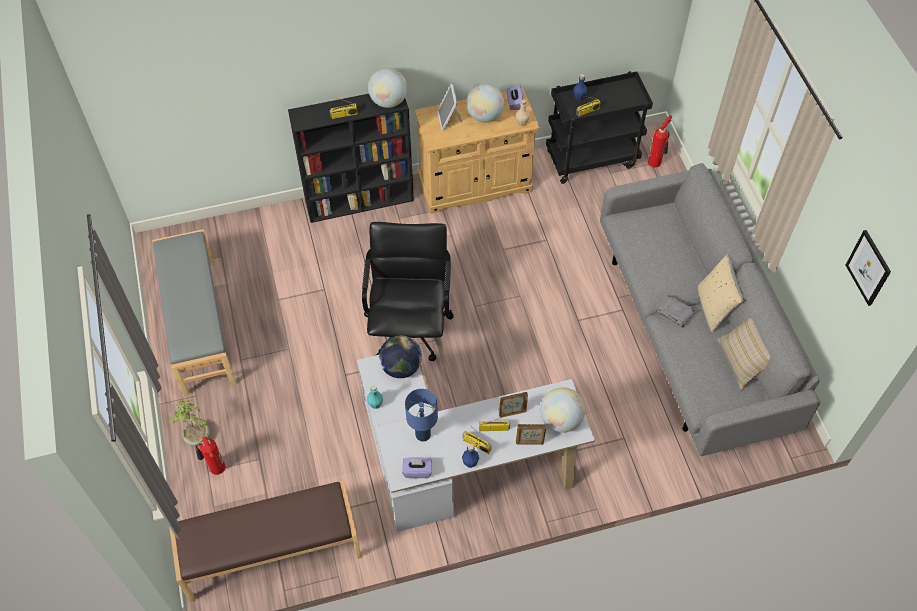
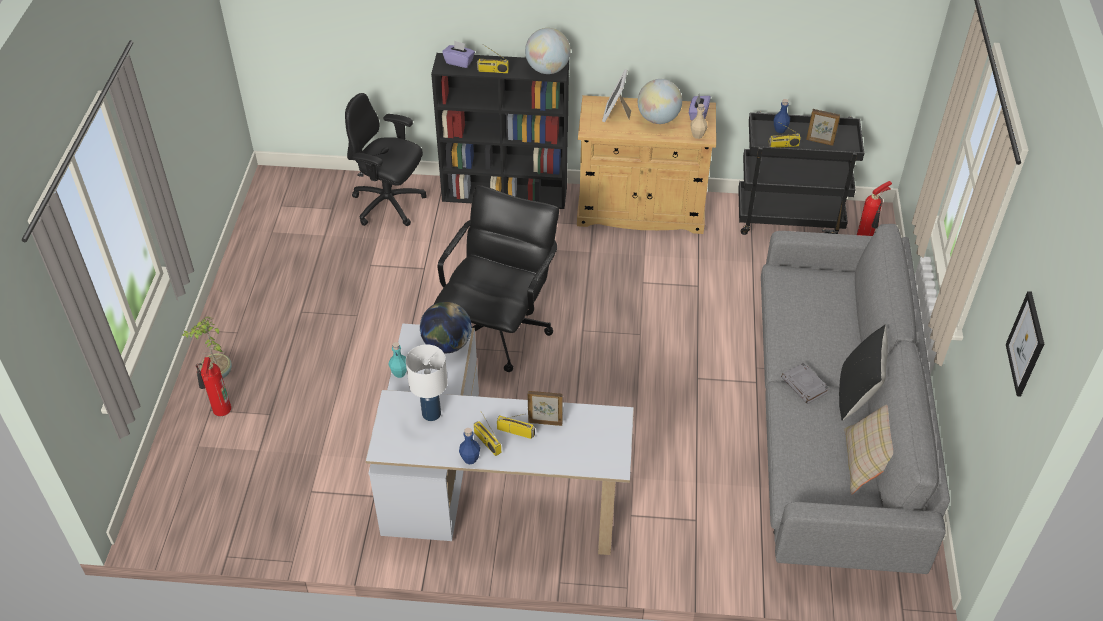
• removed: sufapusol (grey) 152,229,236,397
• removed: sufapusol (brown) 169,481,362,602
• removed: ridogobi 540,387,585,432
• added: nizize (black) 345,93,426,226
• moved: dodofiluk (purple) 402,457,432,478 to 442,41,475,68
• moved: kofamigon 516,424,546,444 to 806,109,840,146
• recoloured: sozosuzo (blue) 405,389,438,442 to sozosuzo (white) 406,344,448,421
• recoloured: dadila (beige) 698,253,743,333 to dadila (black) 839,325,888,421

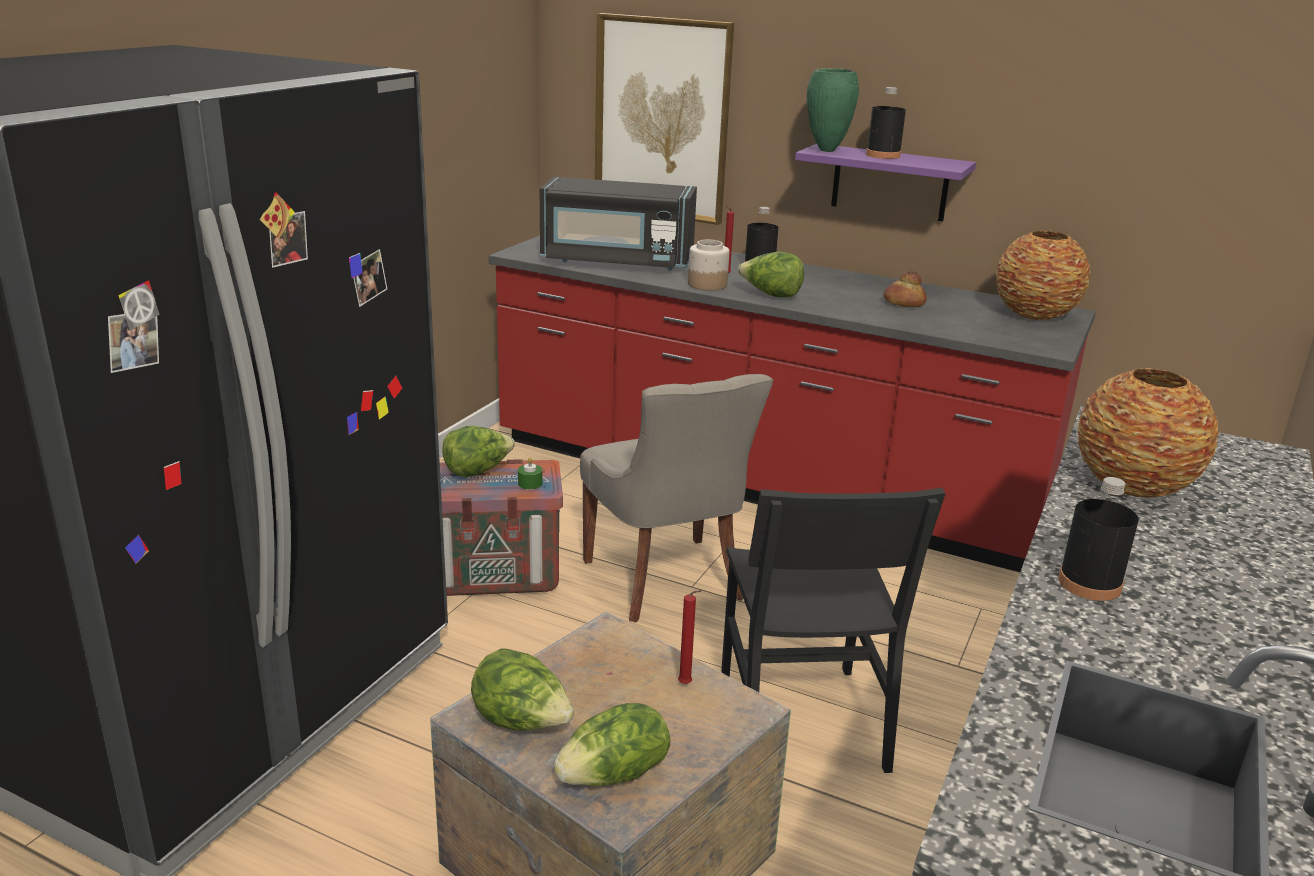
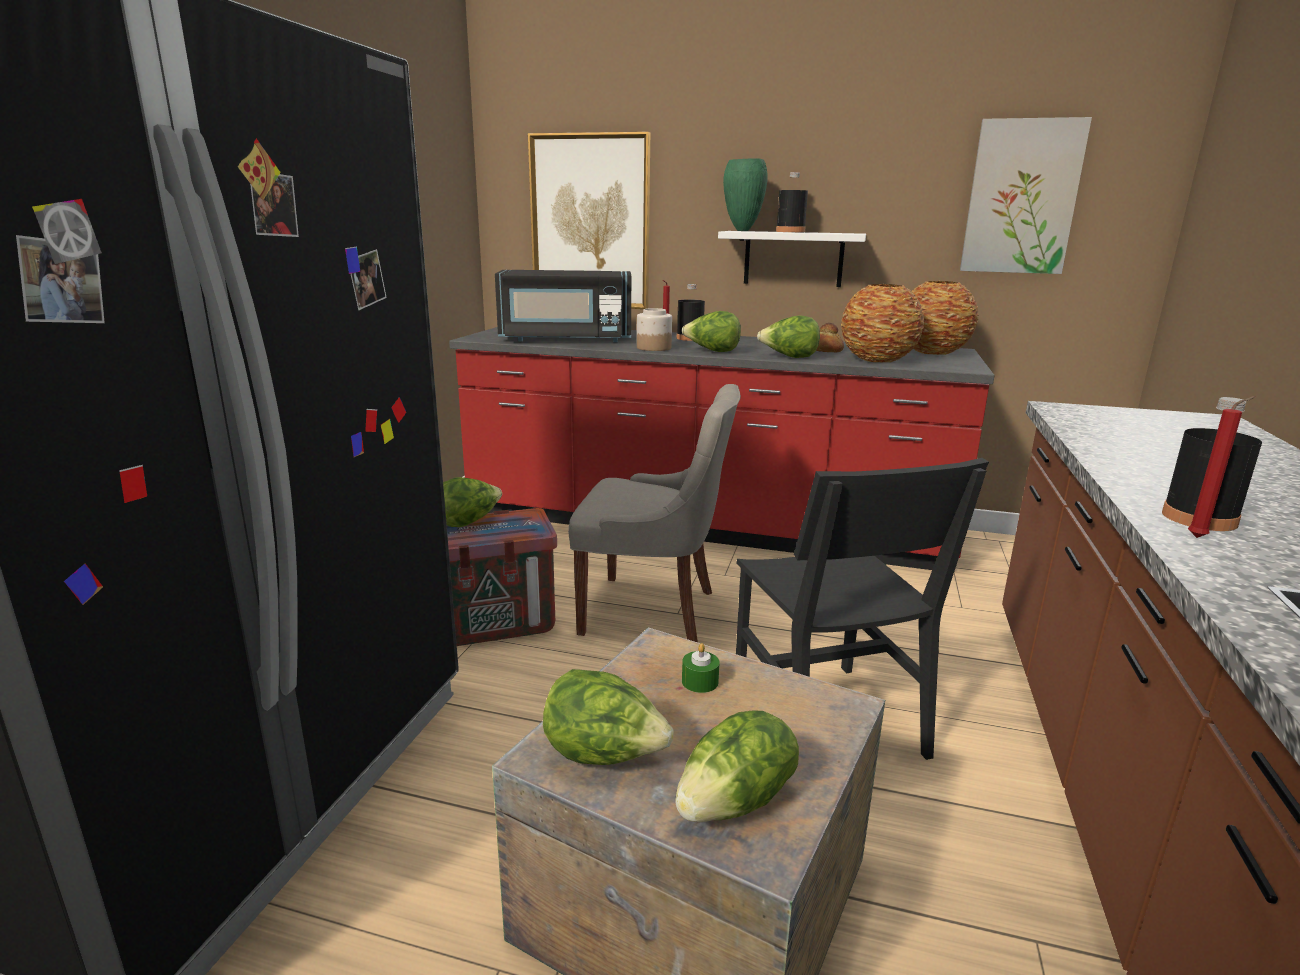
• added: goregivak 757,315,820,358
• added: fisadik 960,117,1092,274
• moved: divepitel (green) 518,458,542,489 to 682,643,720,693
• moved: divepitel (red) 678,590,702,684 to 1188,396,1255,538
• moved: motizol 1077,368,1219,498 to 841,284,924,363
• recoloured: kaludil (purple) 795,144,976,221 to kaludil (white) 718,231,866,287
• turned: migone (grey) 580,374,773,622 = 568,384,741,642 45 degrees counterclockwise

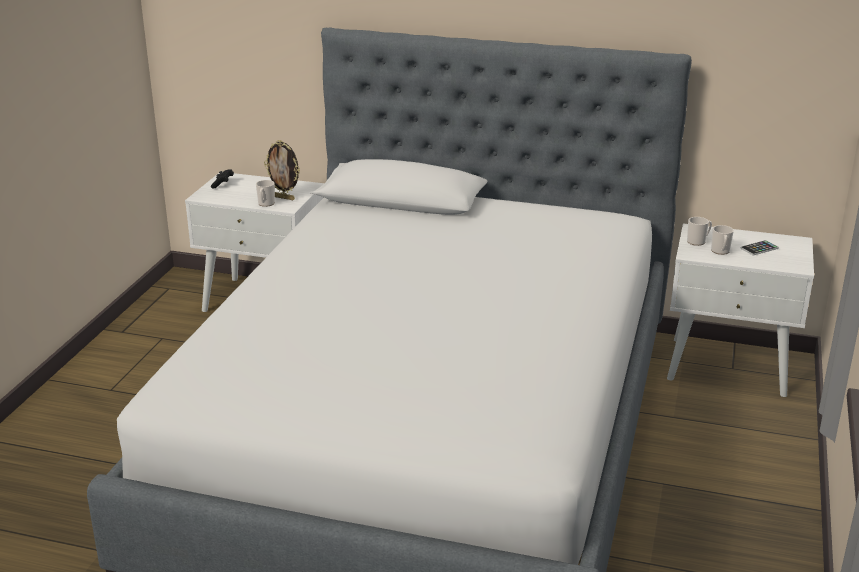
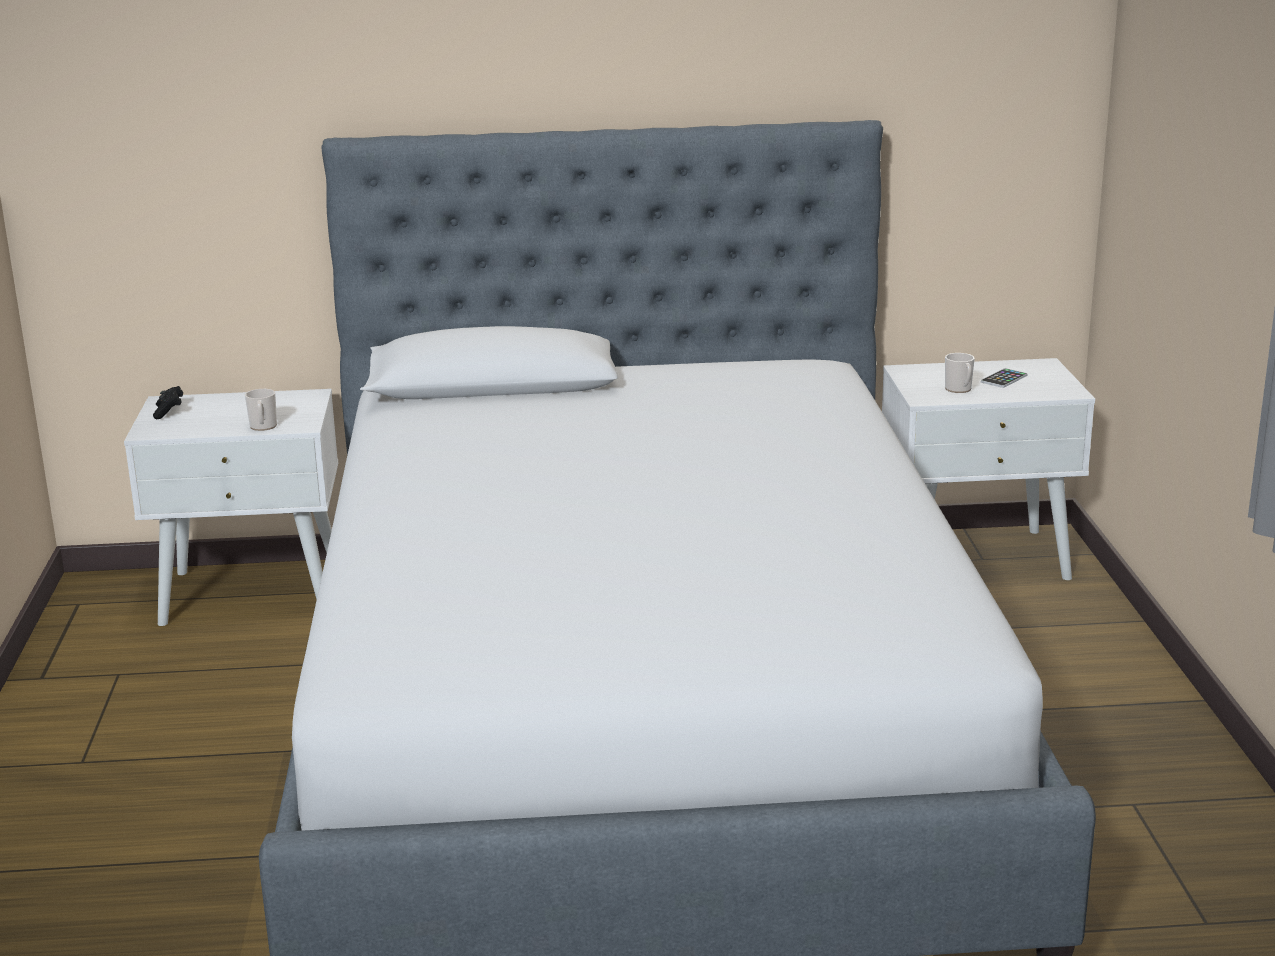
• removed: kofamigon 264,140,300,200
• removed: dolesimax 687,217,712,246

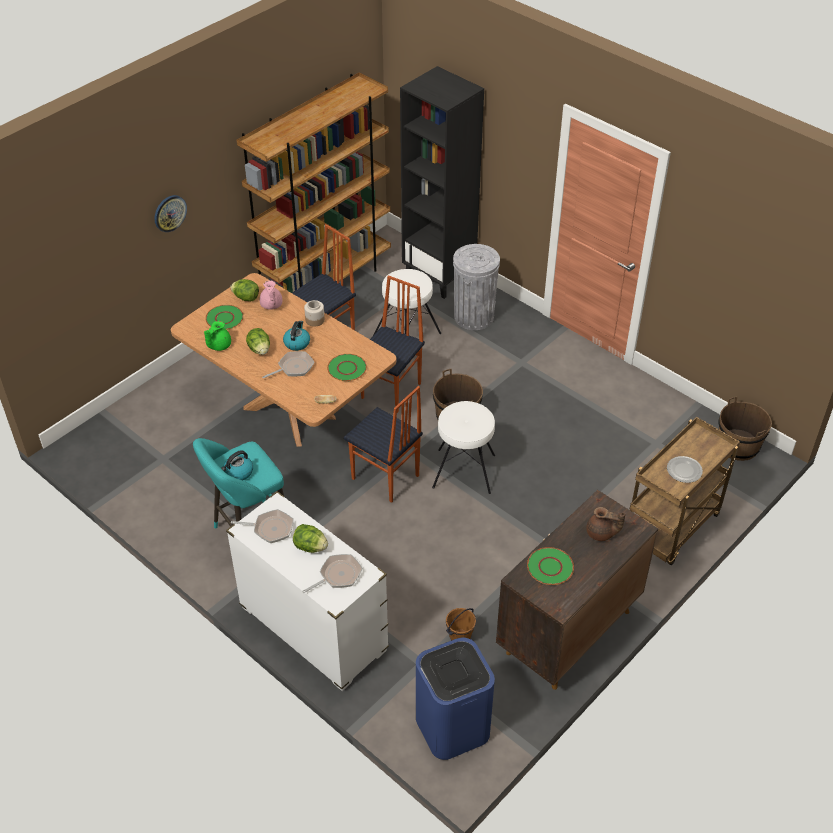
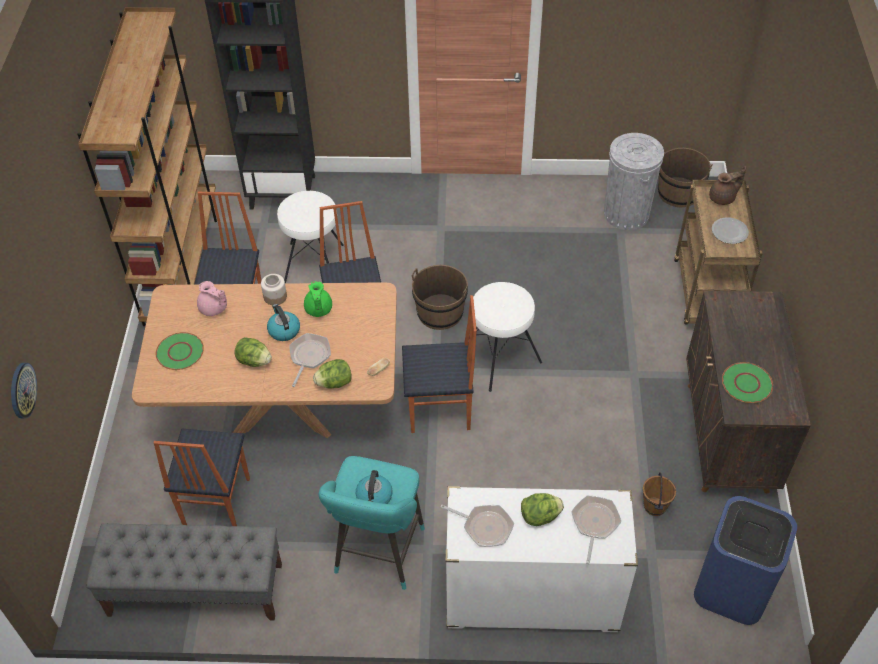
• removed: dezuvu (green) 327,354,367,381
• added: sufapusol (grey) 86,523,282,621
• added: migone 153,429,250,526
• moved: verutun 154,195,187,232 to 11,363,37,419
• moved: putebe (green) 204,321,231,351 to 304,281,332,317
• moved: goregivak 230,279,259,301 to 313,359,352,388
• moved: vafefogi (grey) 453,244,500,330 to 604,133,664,230
• moved: putebe (brown) 586,507,625,541 to 709,167,746,205
• turned: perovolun 231,509,294,543 = 441,505,514,547 60 degrees clockwise

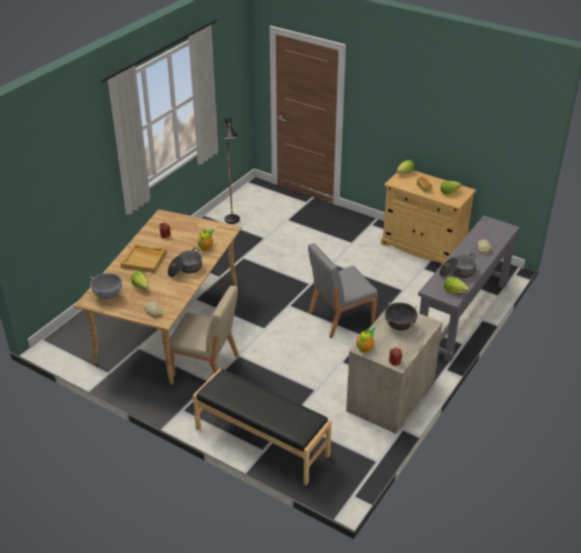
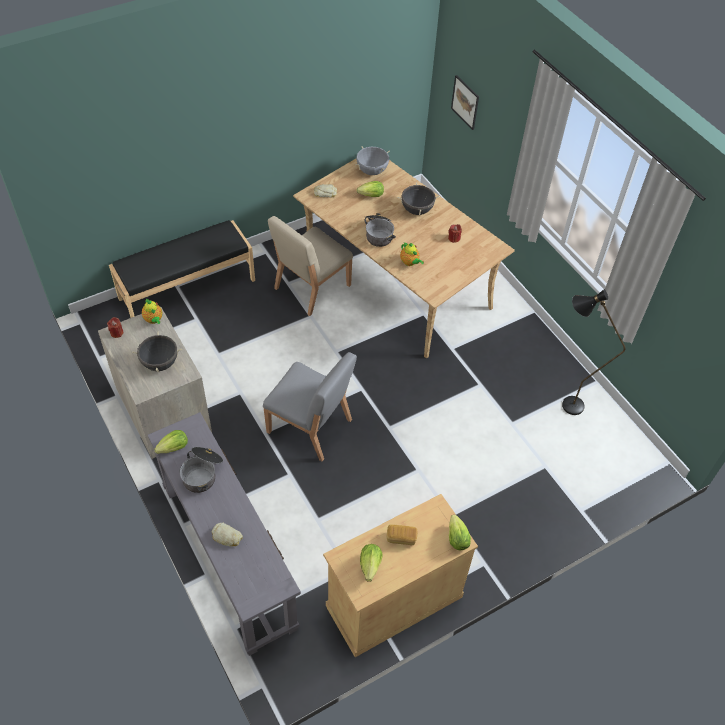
• added: fisadik 451,75,479,130
• replaced: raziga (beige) 121,244,167,273 to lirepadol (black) 397,182,440,215
• turned: migone (grey) 308,243,378,338 = 263,352,357,461 120 degrees clockwise

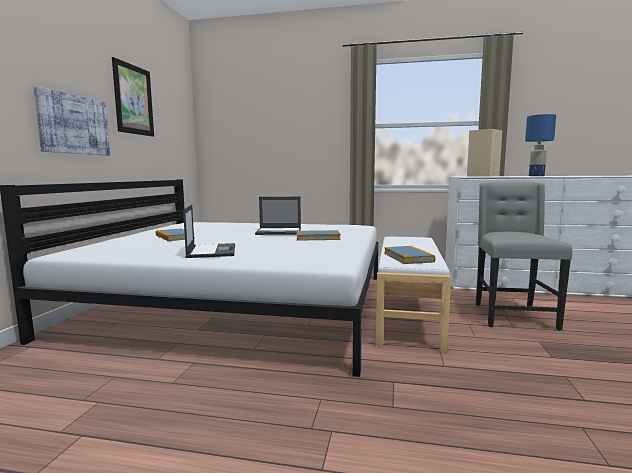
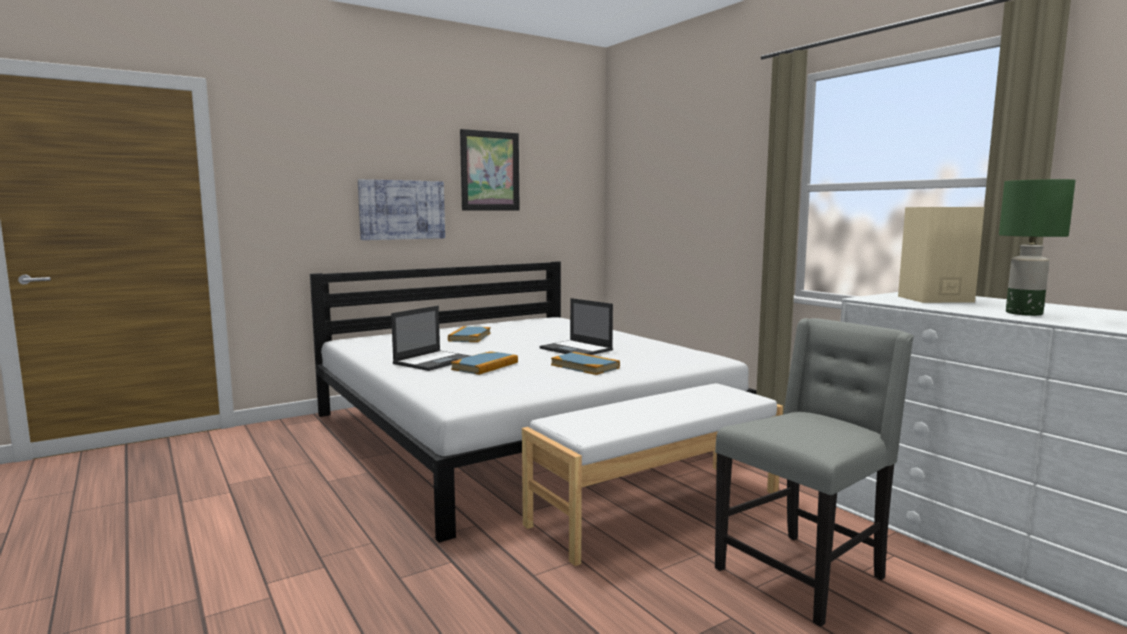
• moved: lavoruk 384,246,435,264 to 451,351,518,375
• recoloured: sozosuzo (blue) 525,114,556,176 to sozosuzo (green) 999,179,1076,316

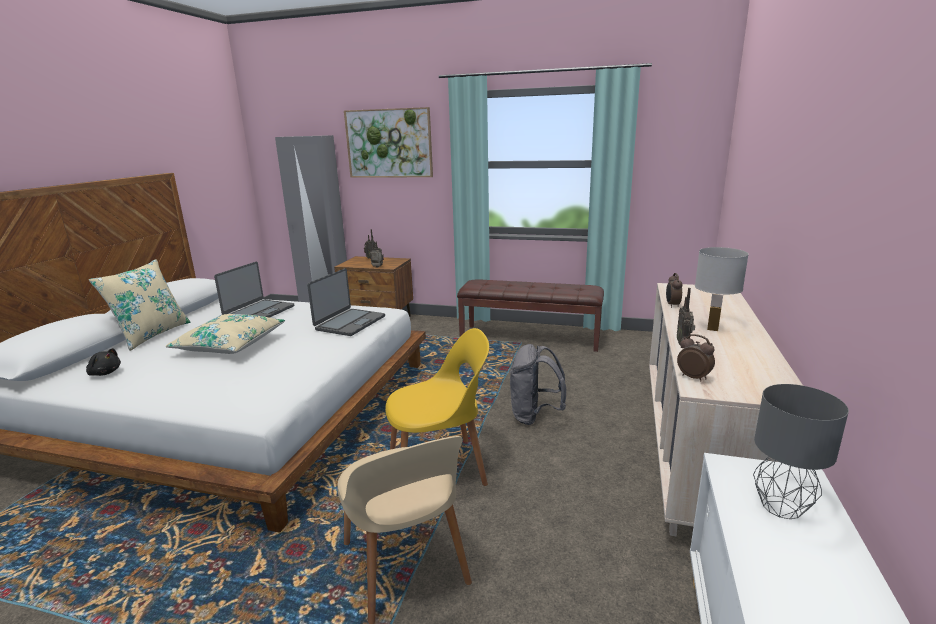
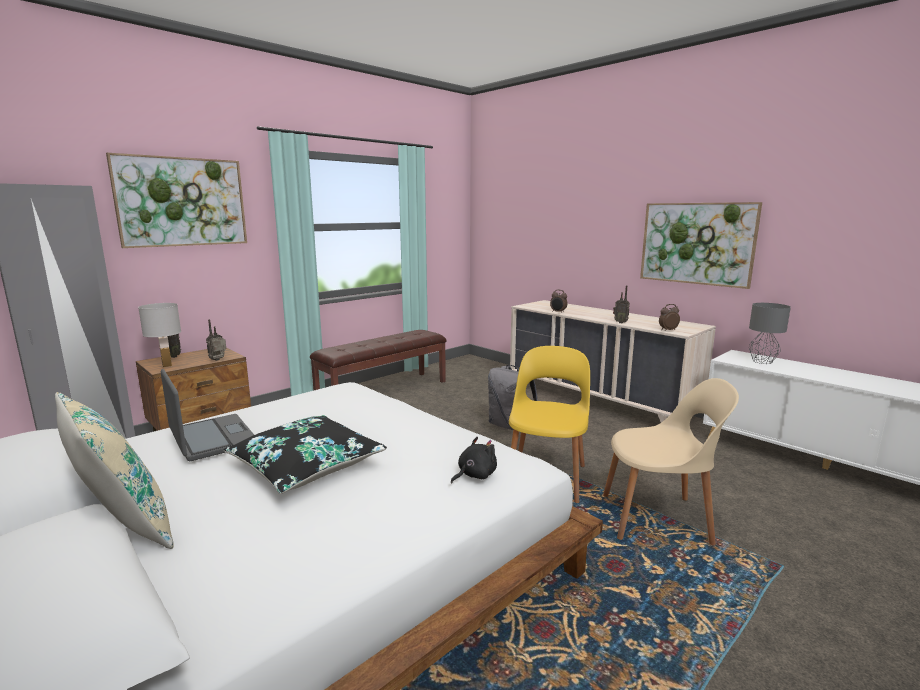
• removed: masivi 307,268,385,336
• added: fisadik 640,202,762,289
• moved: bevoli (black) 86,348,121,376 to 451,437,497,484
• moved: sozosuzo (white) 695,247,749,331 to 138,303,181,367
• recoloured: dadila (beige) 166,314,285,354 to dadila (black) 223,415,387,494

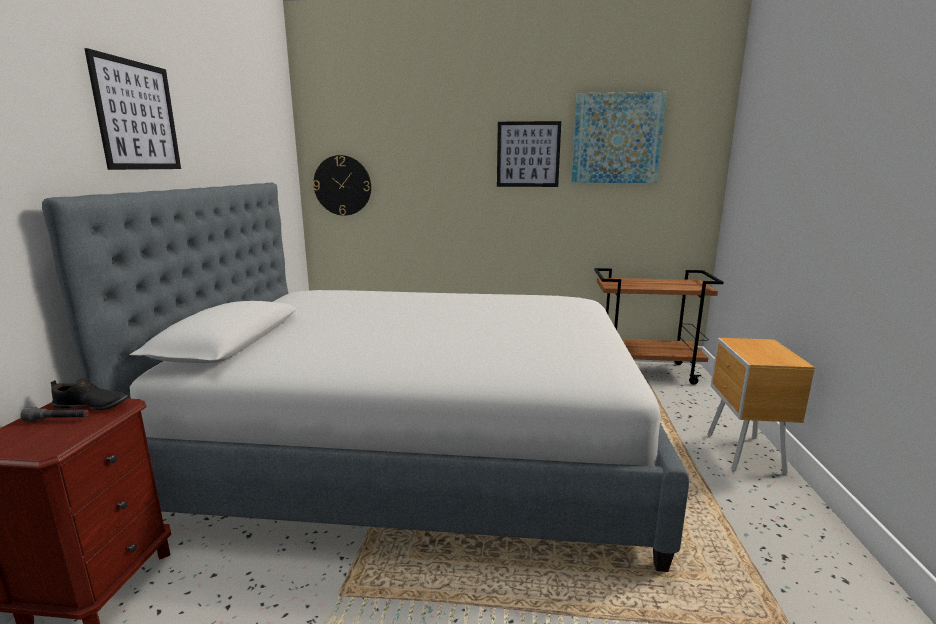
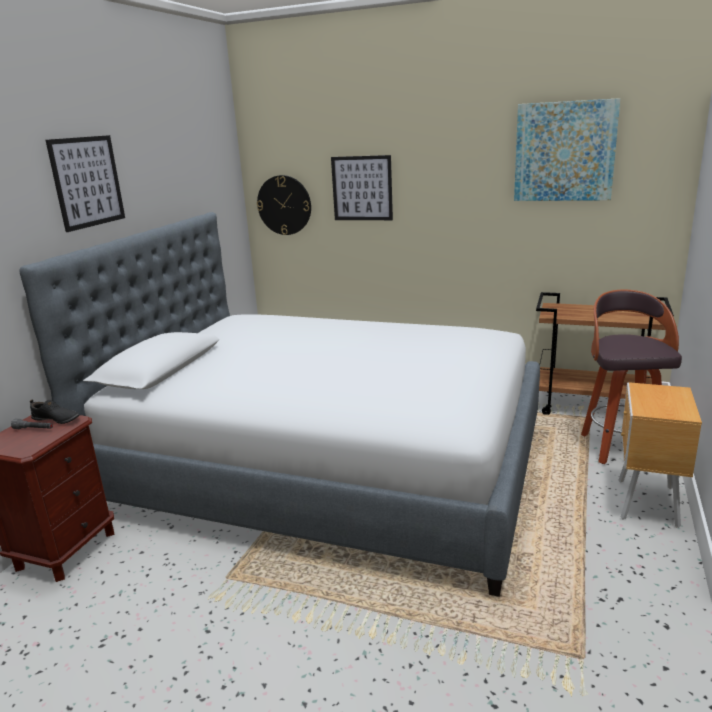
• added: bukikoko 581,290,682,464
• moved: fisadik 497,121,561,187 to 331,155,393,220

